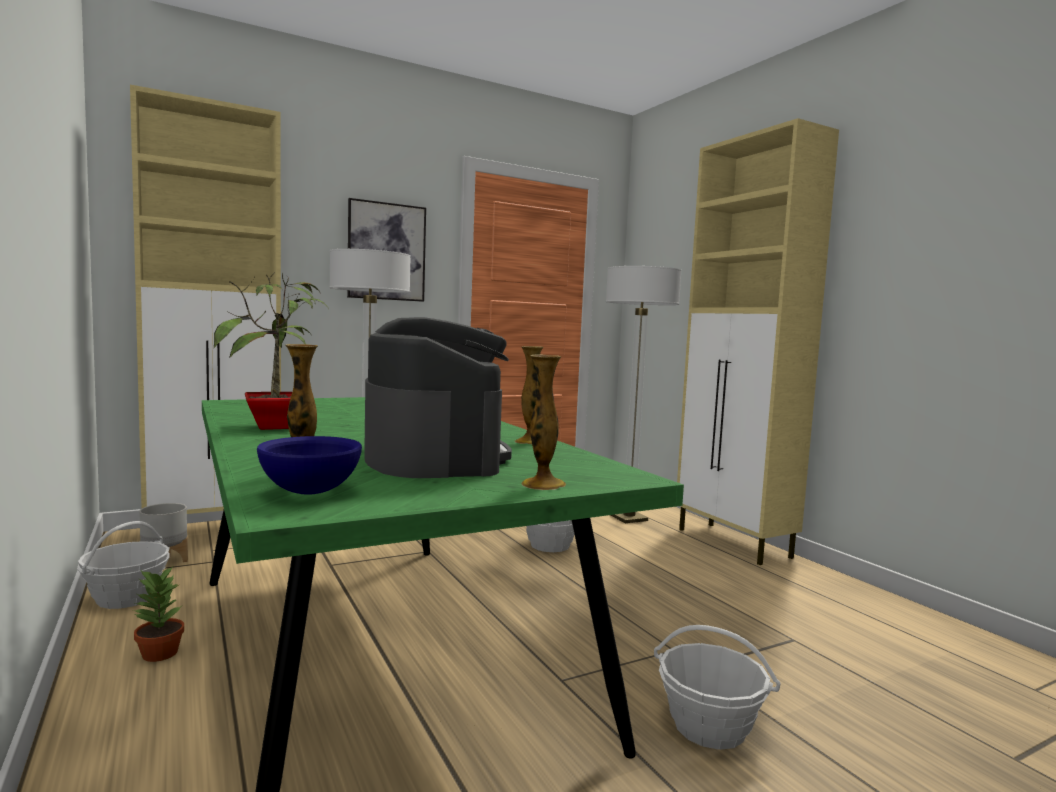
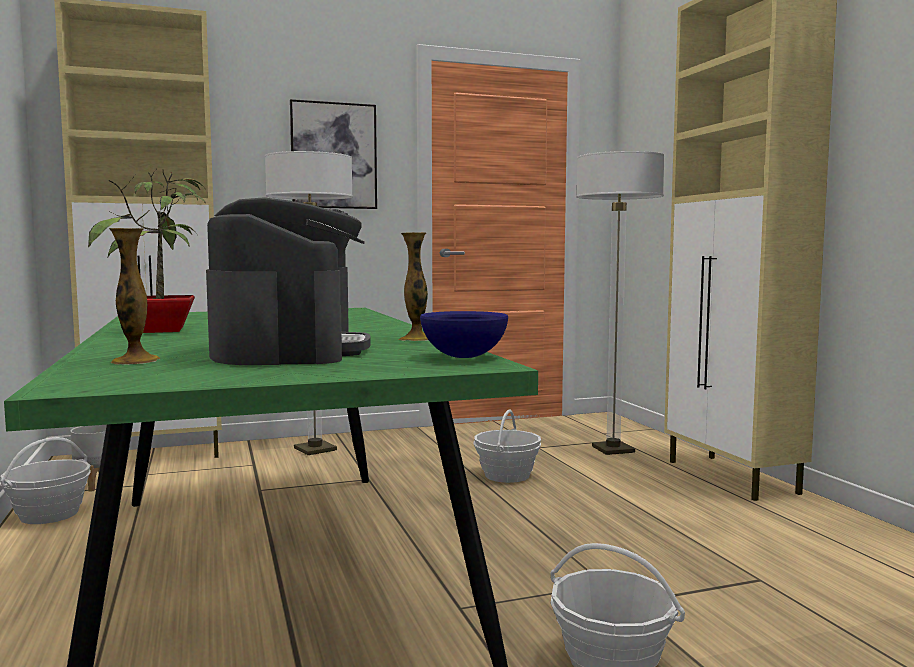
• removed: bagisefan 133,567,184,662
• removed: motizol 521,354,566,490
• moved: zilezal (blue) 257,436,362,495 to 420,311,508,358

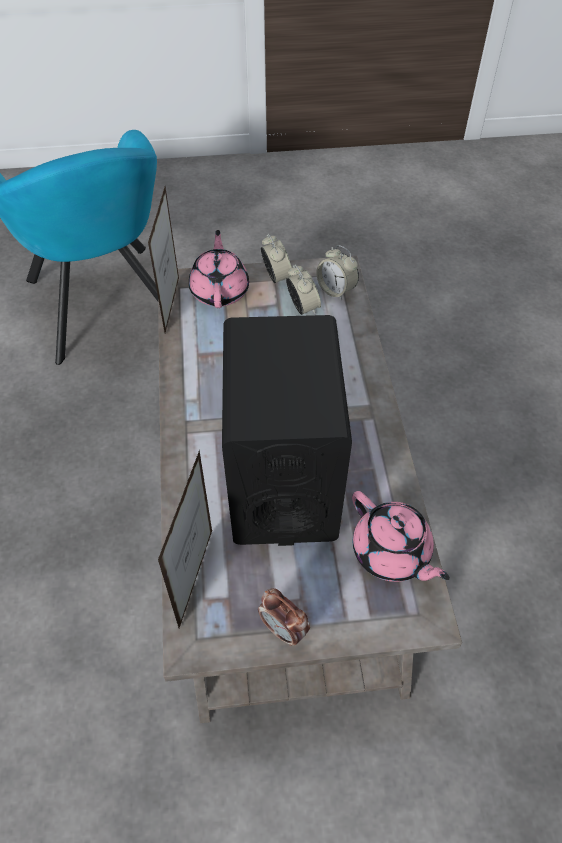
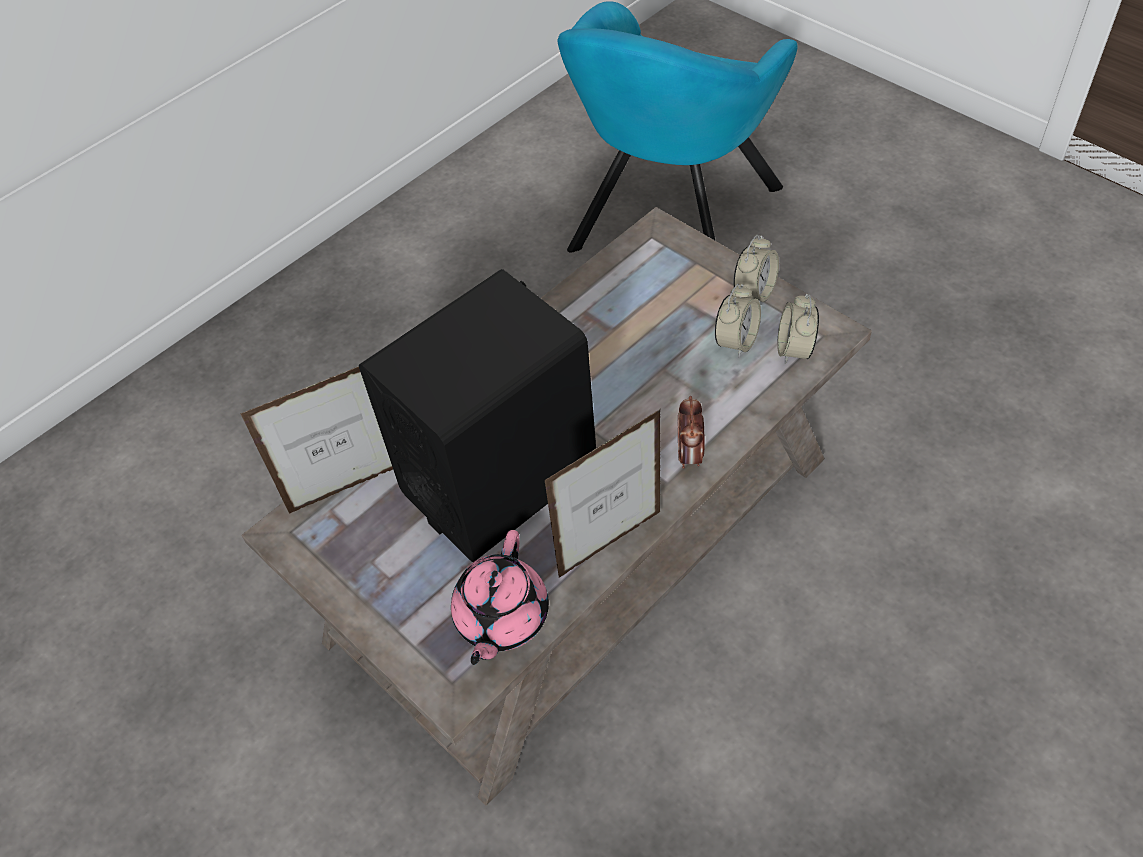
• removed: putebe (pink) 189,230,249,308
• moved: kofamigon 148,187,179,333 to 545,409,661,578
• moved: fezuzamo 258,588,310,646 to 678,396,704,469

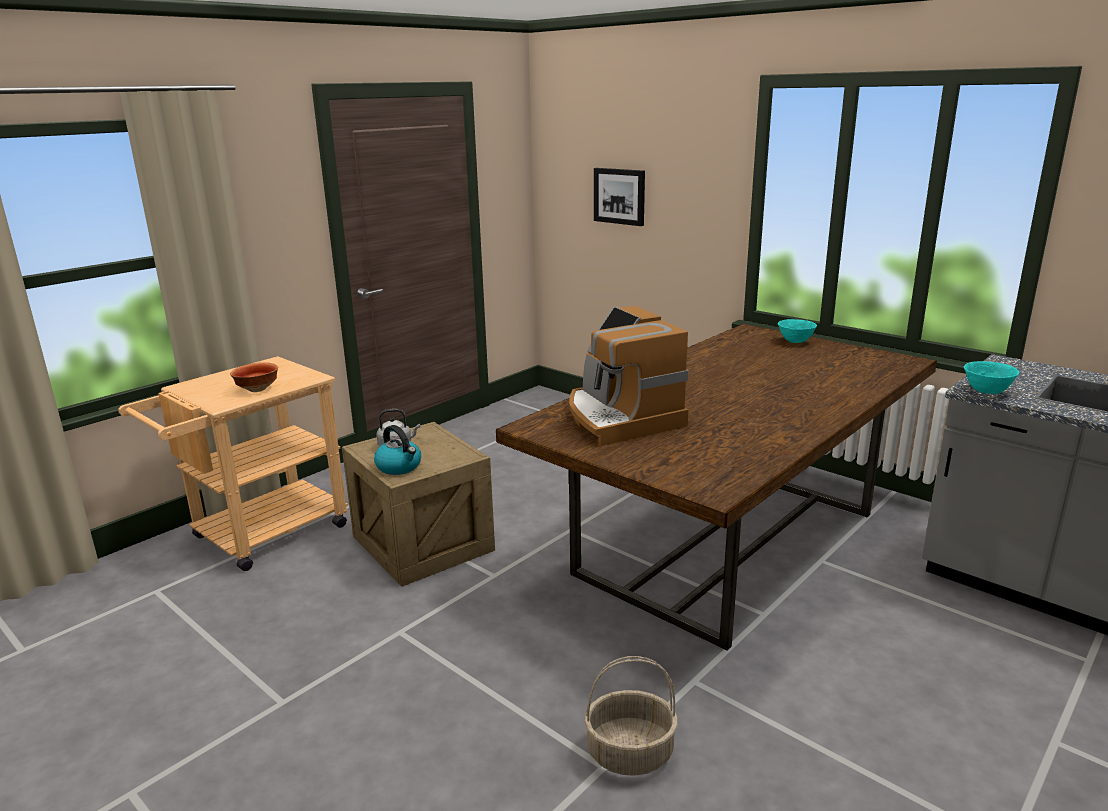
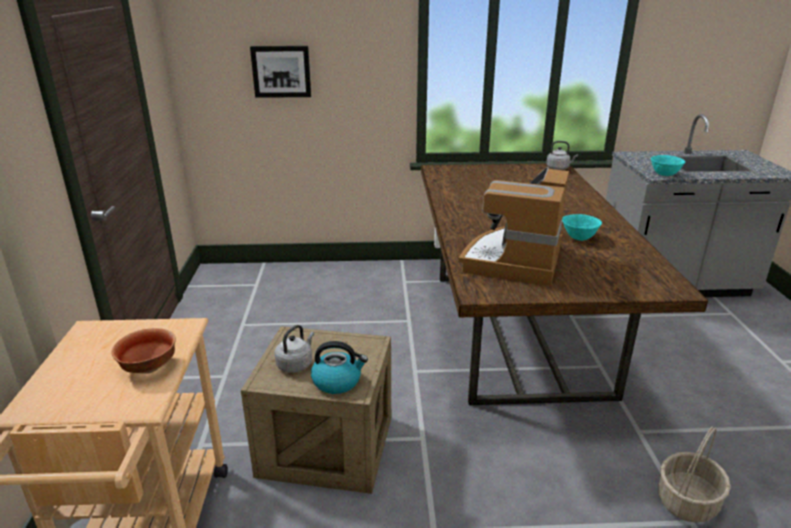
• added: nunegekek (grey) 546,141,578,170
• moved: zilezal (turquoise) 778,319,817,343 to 562,214,602,241
• turned: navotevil 569,306,689,446 = 459,167,569,286 90 degrees clockwise

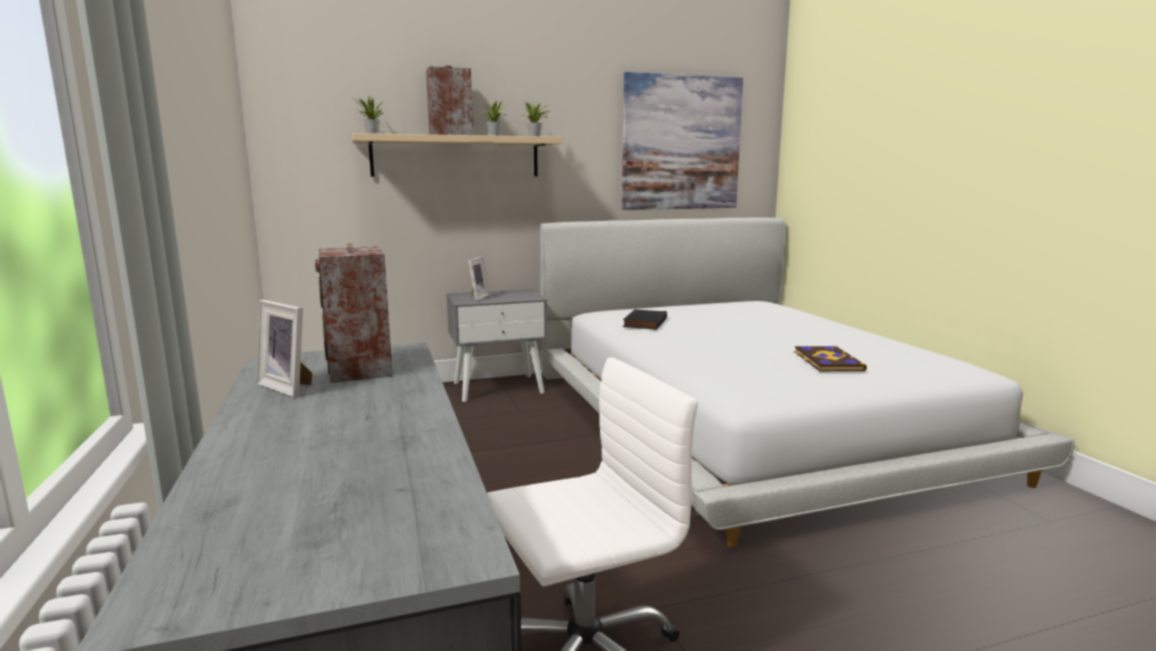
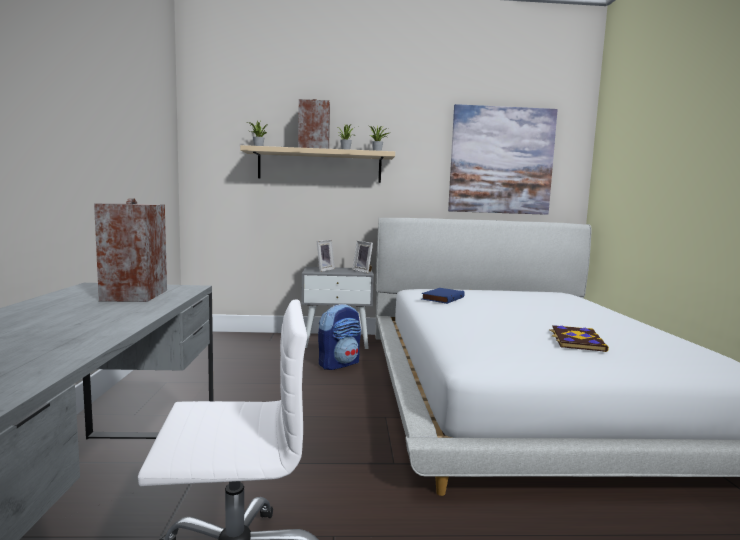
• added: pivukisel 318,304,361,370
• moved: kofamigon 256,300,312,397 to 352,241,373,273
• recoloured: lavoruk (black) 623,309,667,330 to lavoruk (blue) 422,288,465,304

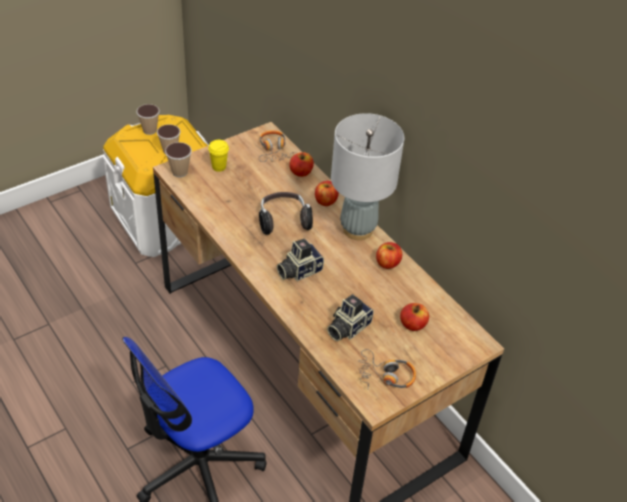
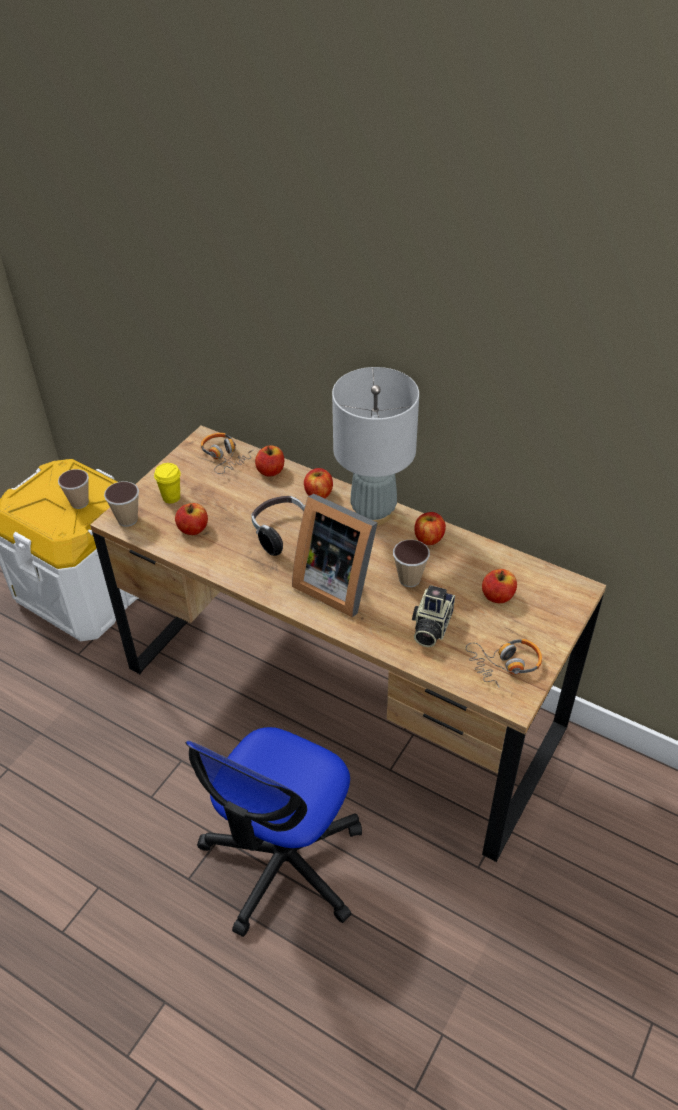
• added: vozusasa 175,503,208,535
• moved: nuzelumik 136,104,160,135 to 393,540,430,587
• replaced: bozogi 277,239,324,281 to kofamigon 292,494,377,617

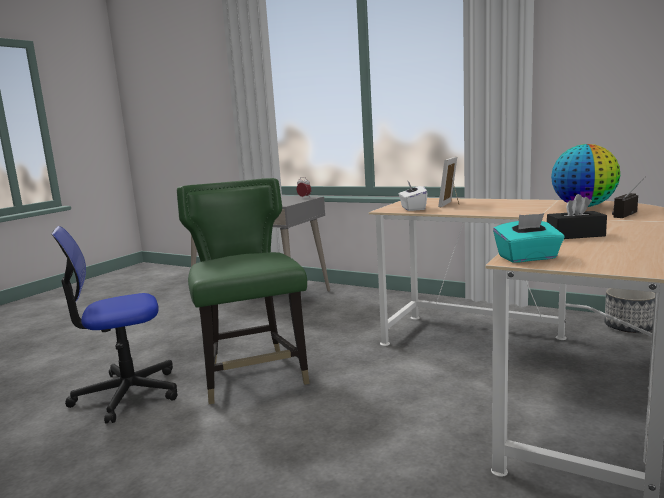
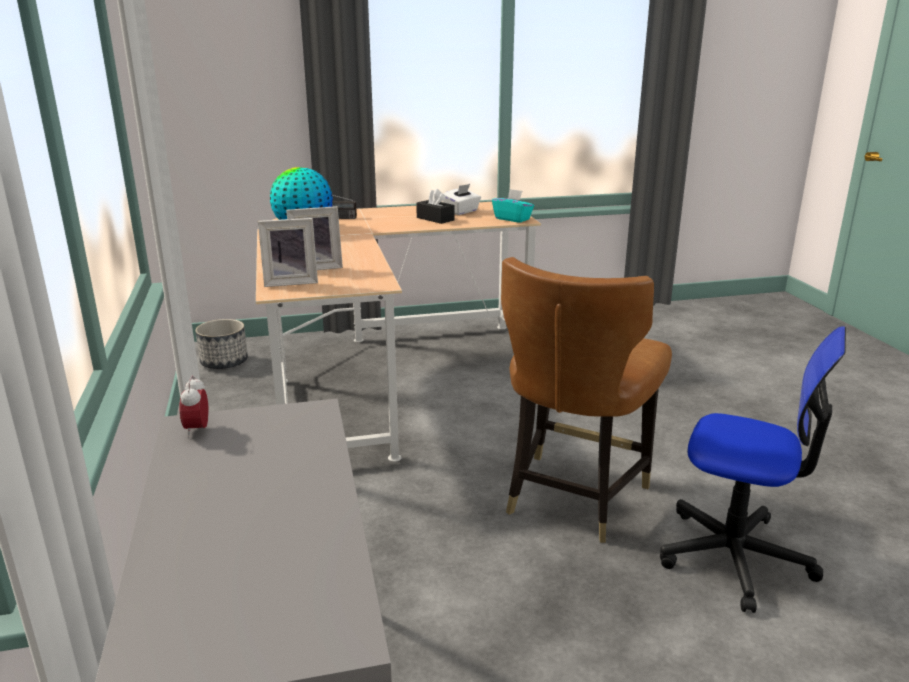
• added: kofamigon 258,218,318,287
• moved: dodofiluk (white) 398,181,427,211 to 443,184,481,215
• recoloured: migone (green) 177,178,310,404 to migone (brown) 501,257,672,543

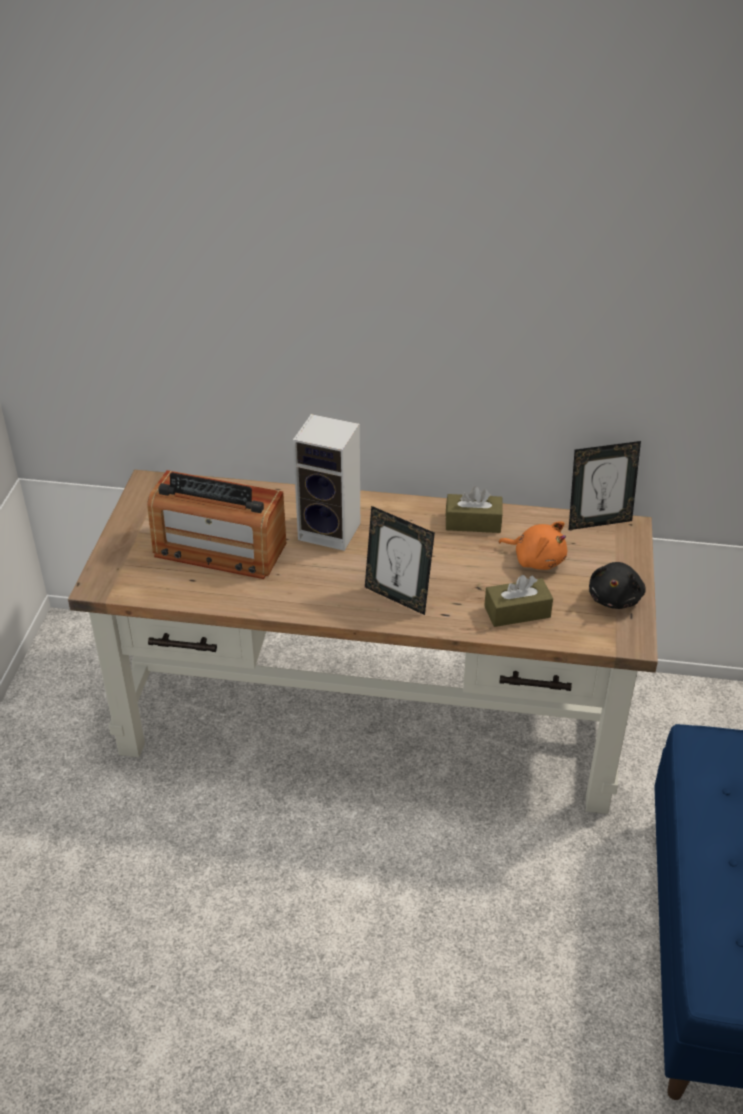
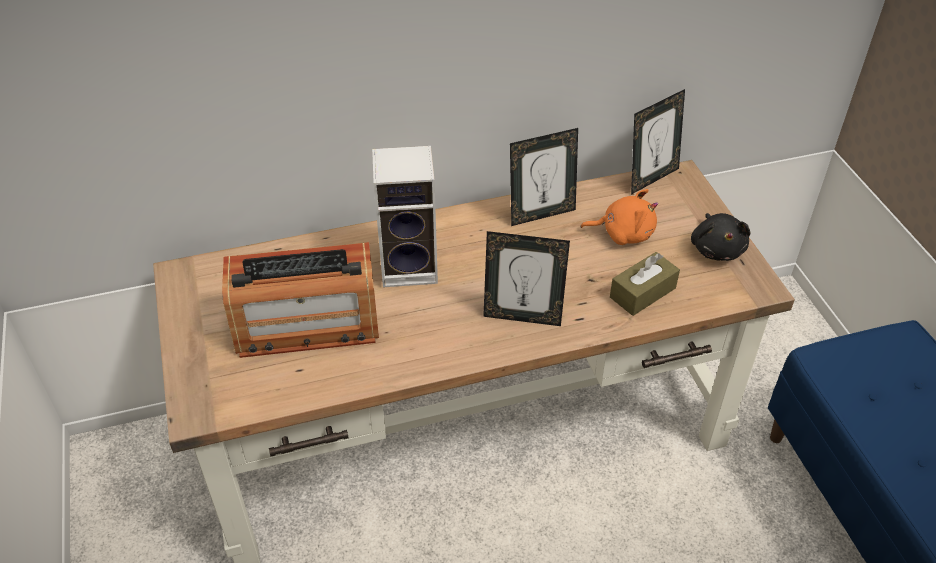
• replaced: dodofiluk (brown) 445,486,502,533 to kofamigon 510,128,578,226

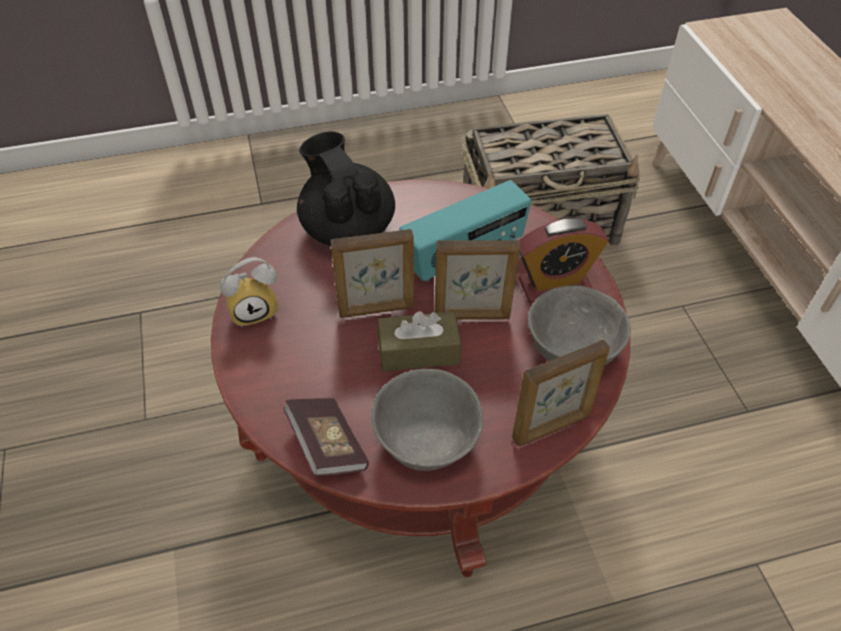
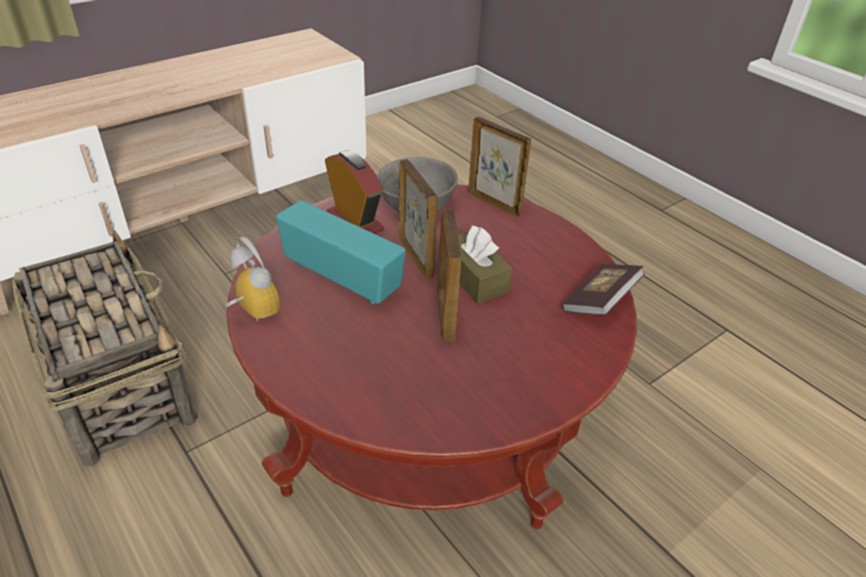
• removed: putebe (black) 297,131,395,246
• removed: zilezal (grey) 371,369,483,471
• moved: fezuzamo 220,257,278,327 to 226,237,280,321
• turned: kofamigon 331,229,414,318 = 437,209,461,342 150 degrees counterclockwise

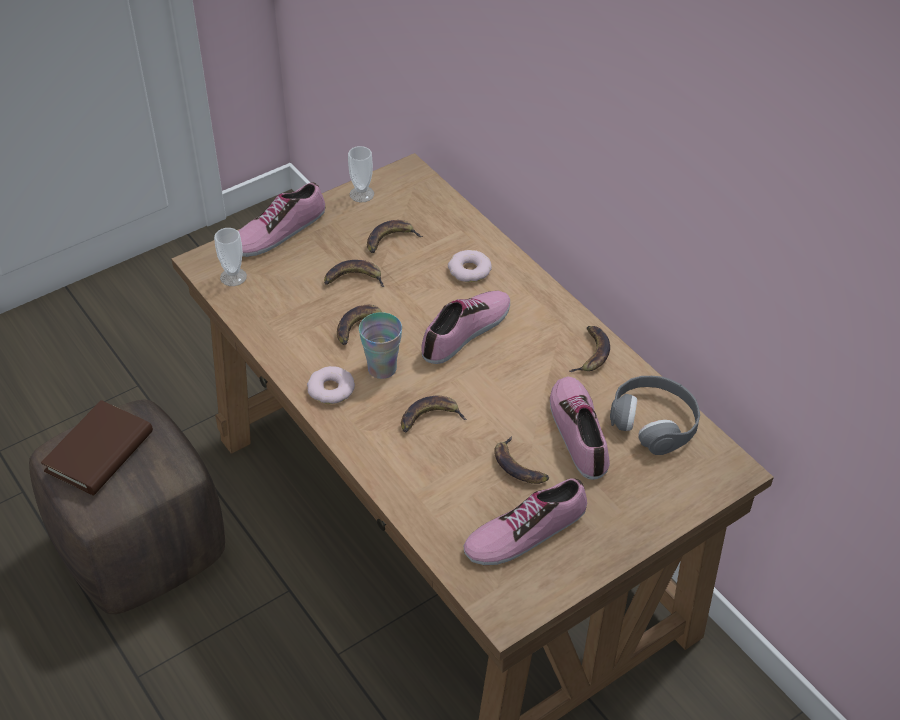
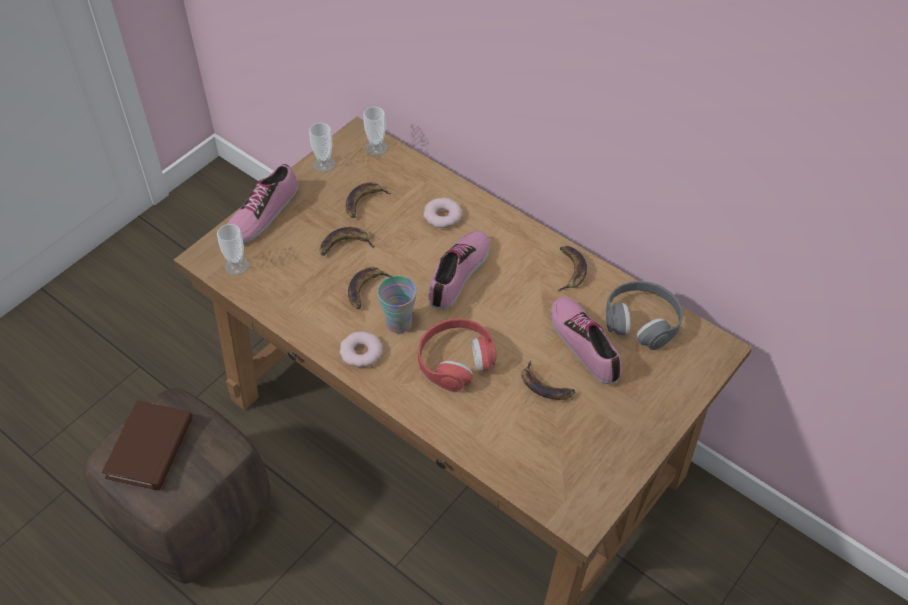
• removed: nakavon 464,478,587,565
• added: nuzelumik 363,107,388,156
• replaced: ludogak 401,395,467,432 to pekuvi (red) 418,318,497,392

